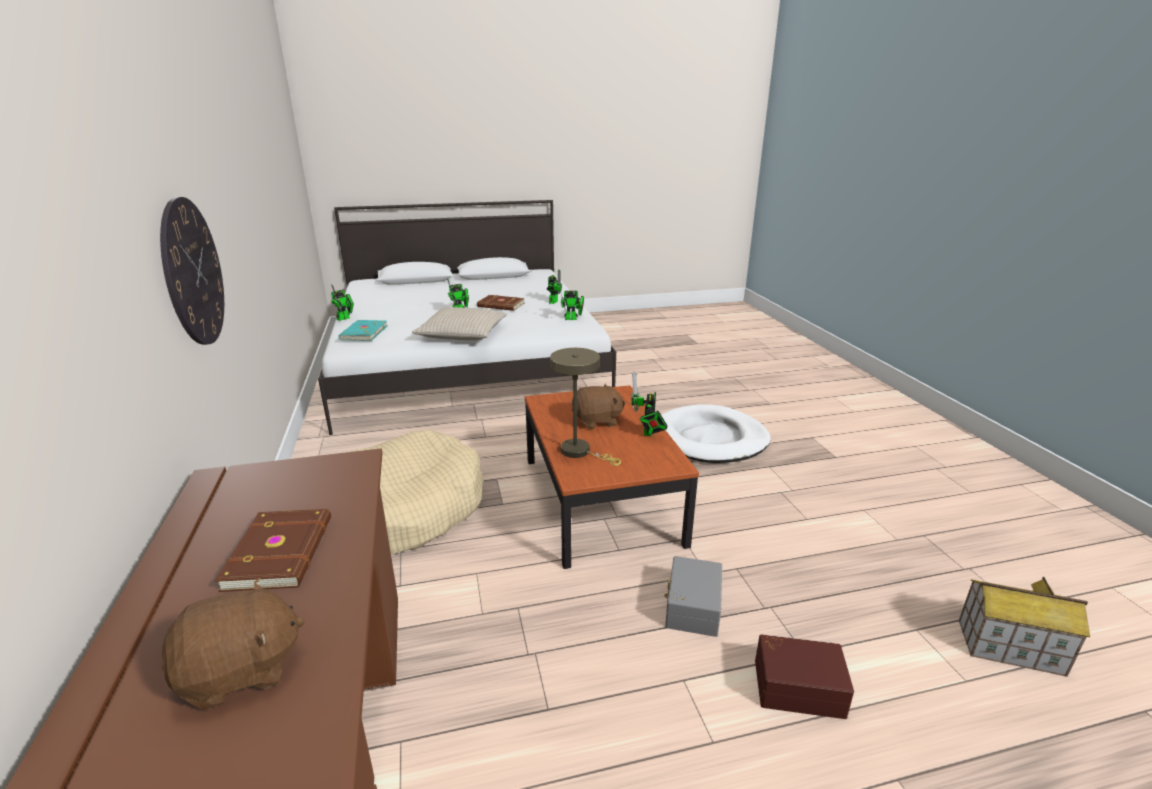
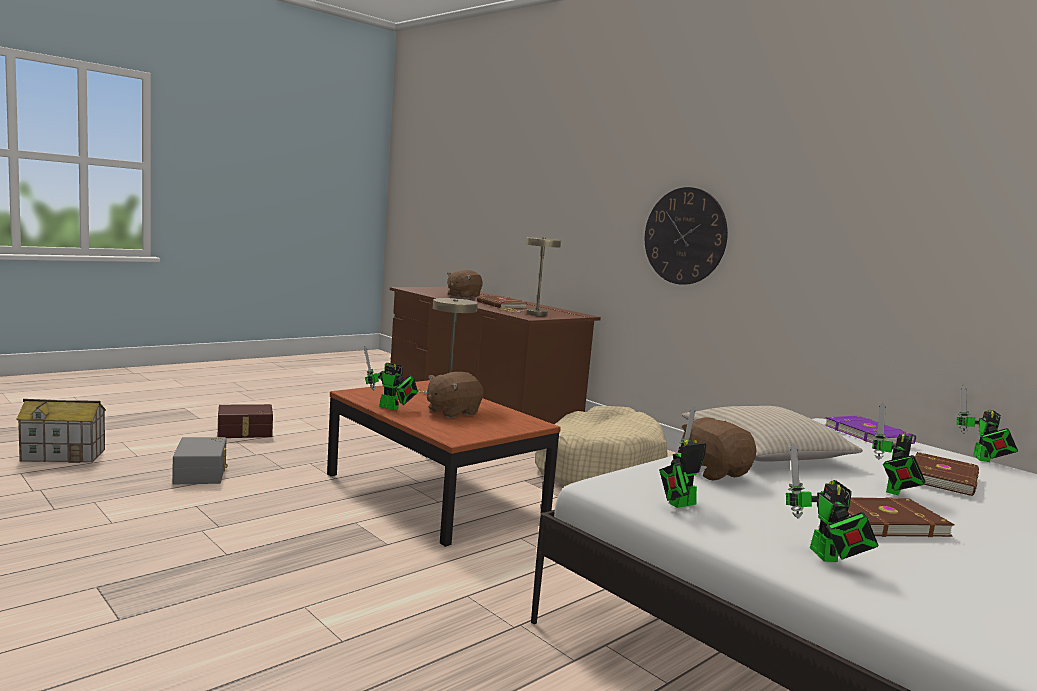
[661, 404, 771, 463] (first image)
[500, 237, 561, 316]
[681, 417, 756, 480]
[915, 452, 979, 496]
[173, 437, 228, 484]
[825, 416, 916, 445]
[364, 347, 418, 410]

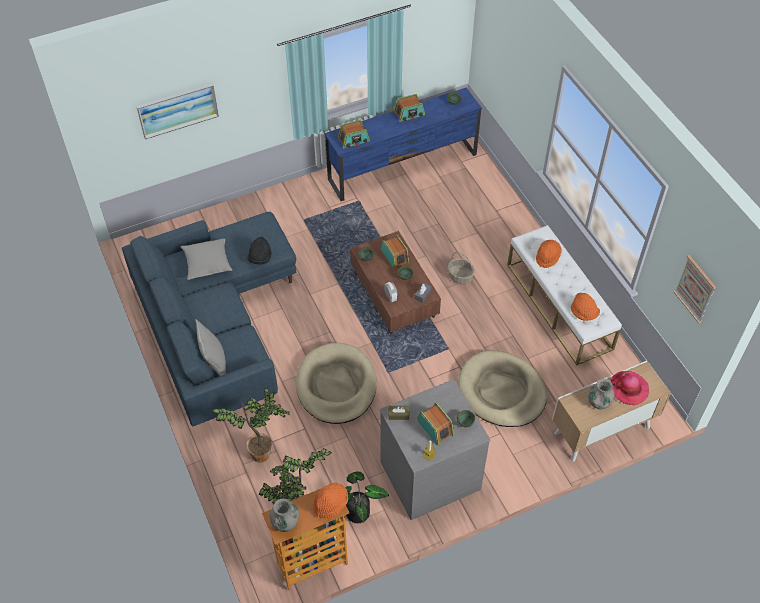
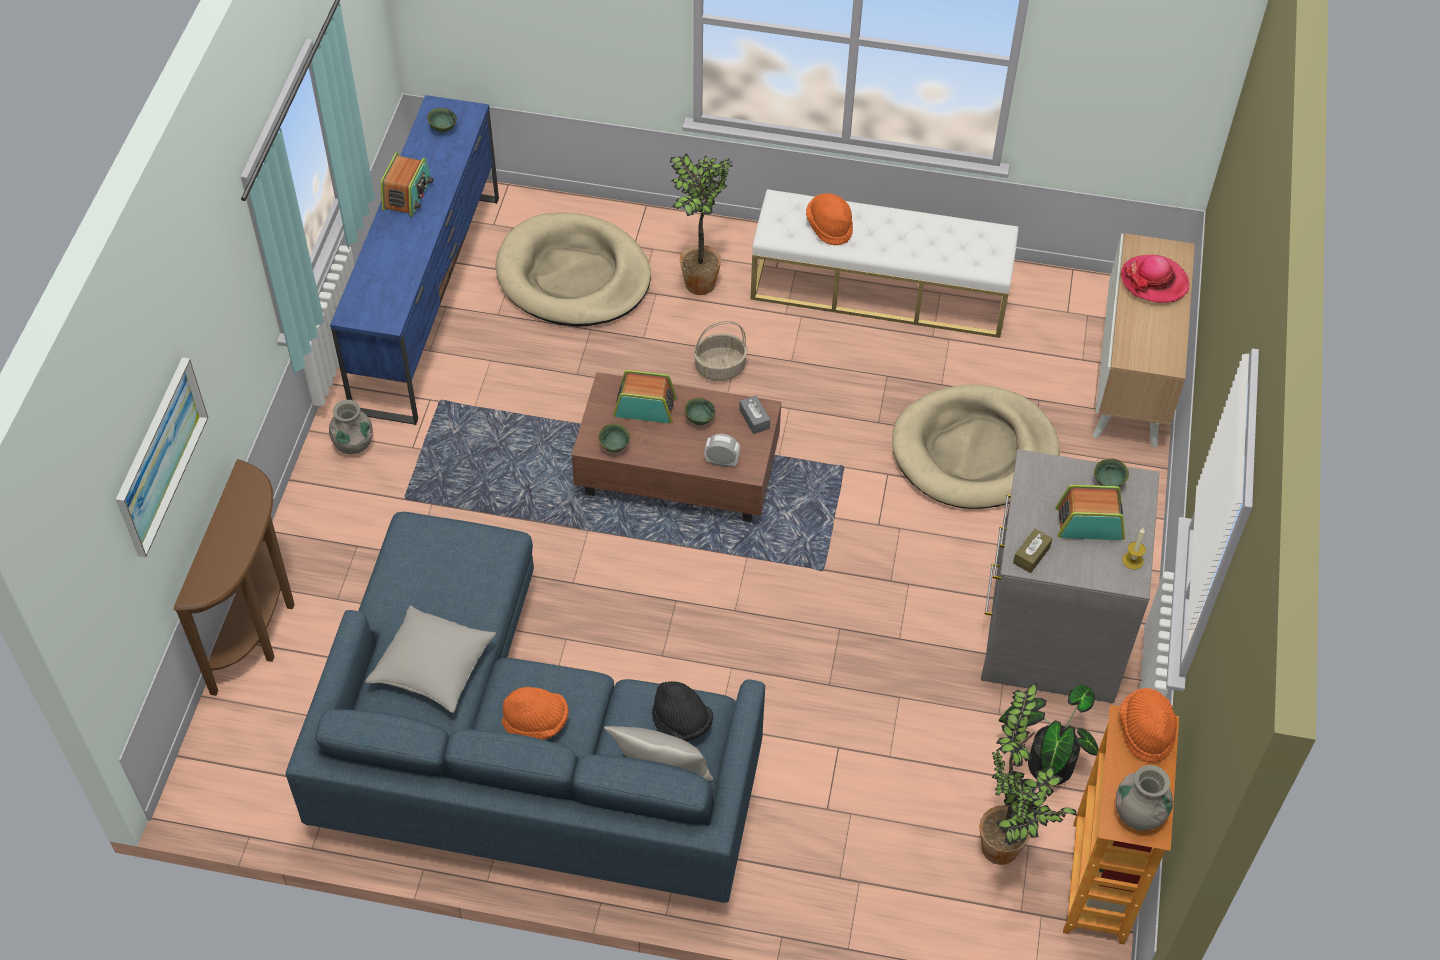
[338, 120, 370, 149] (first image)
[673, 255, 716, 323] (first image)
[174, 459, 295, 696]
[669, 153, 732, 295]
[652, 681, 713, 742]
[496, 212, 651, 327]
[502, 687, 569, 740]
[329, 400, 373, 454]

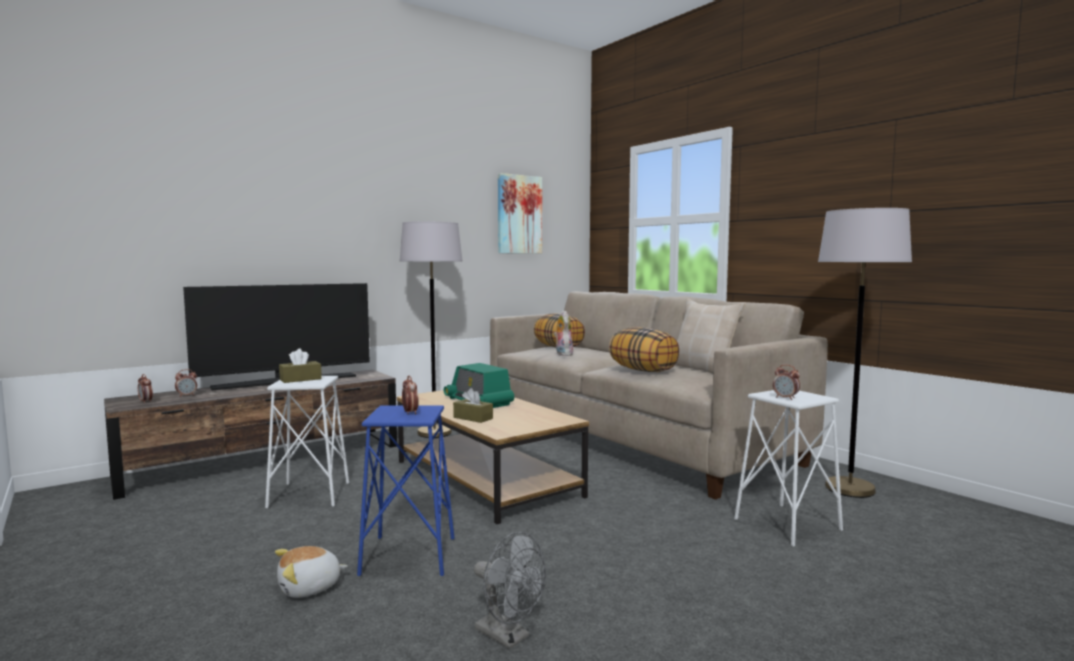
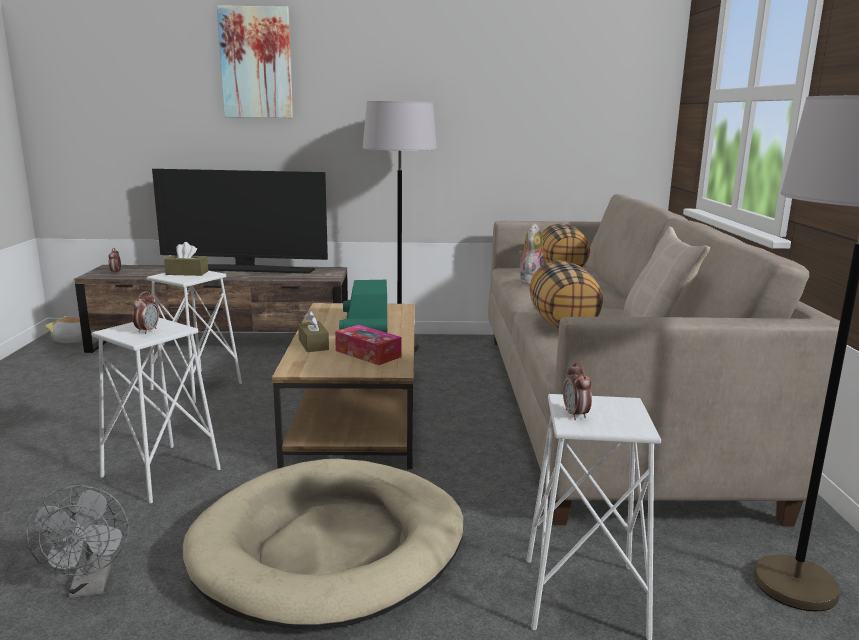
[175, 369, 197, 397] (first image)
[183, 459, 464, 629]
[335, 325, 401, 365]
[45, 316, 92, 343]
[217, 5, 293, 118]
[92, 318, 221, 504]

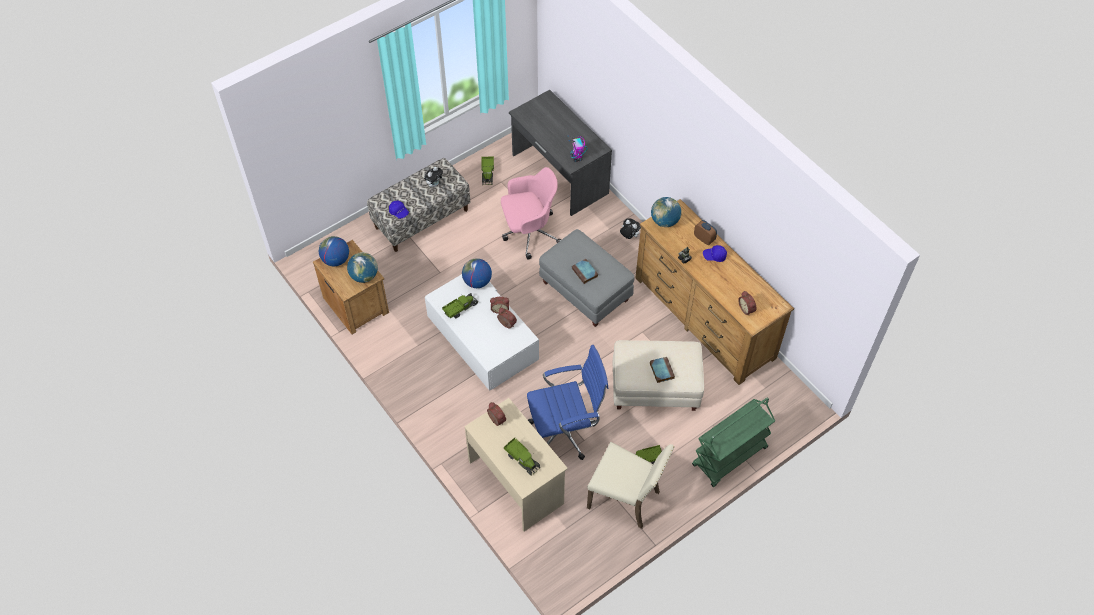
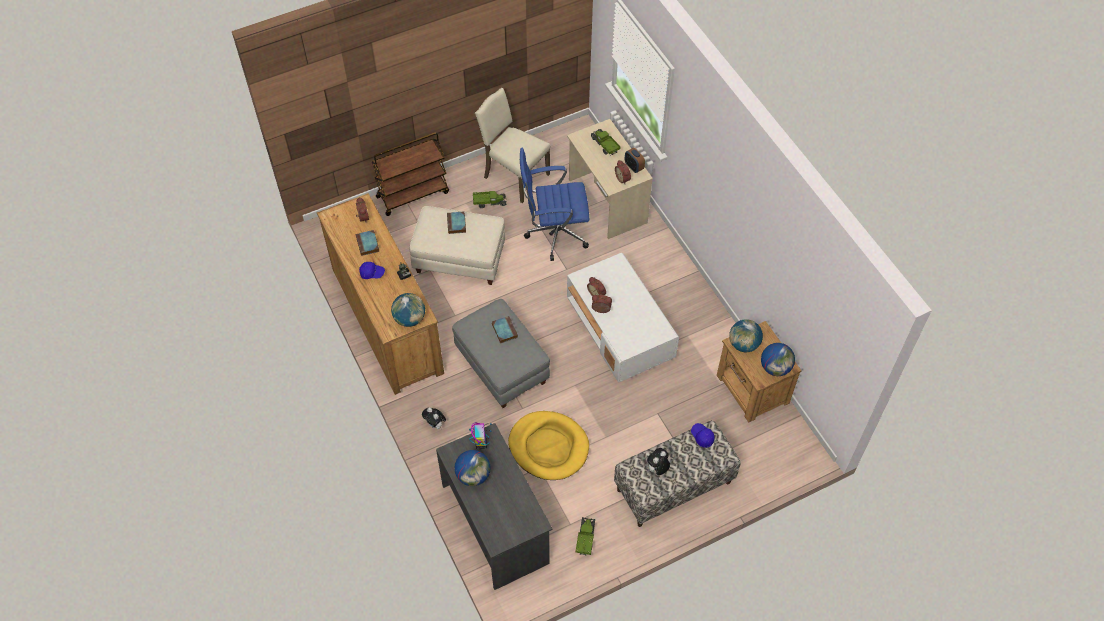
[442, 293, 478, 318] (first image)
[356, 230, 379, 256]
[454, 450, 491, 486]
[625, 148, 645, 173]
[508, 411, 589, 480]
[372, 133, 449, 216]

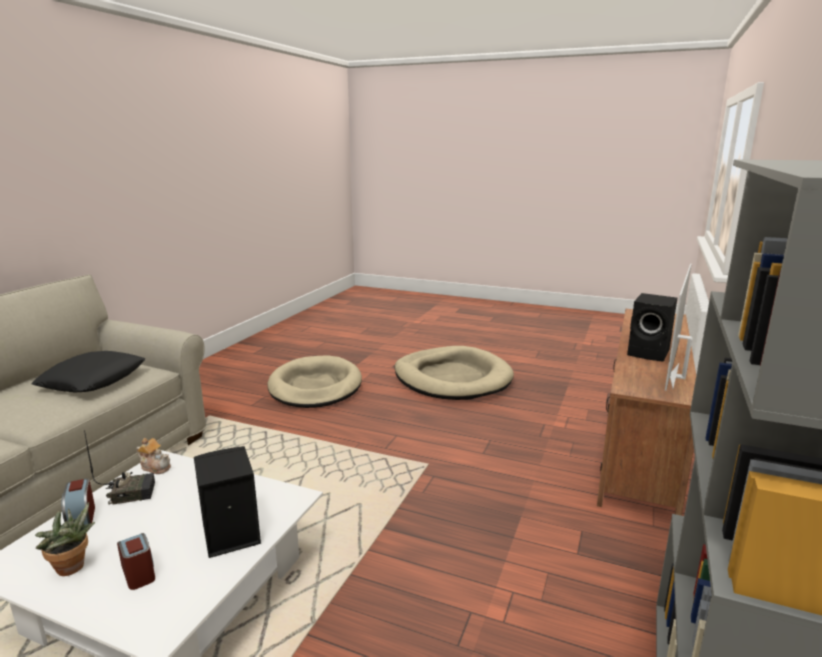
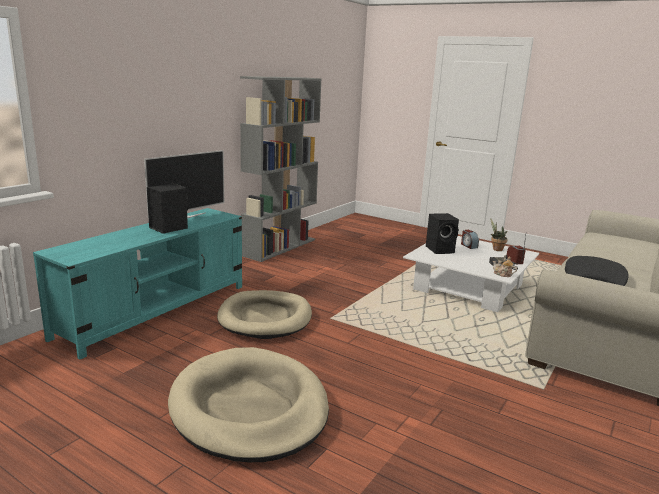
[217, 290, 312, 339]
[33, 208, 242, 360]

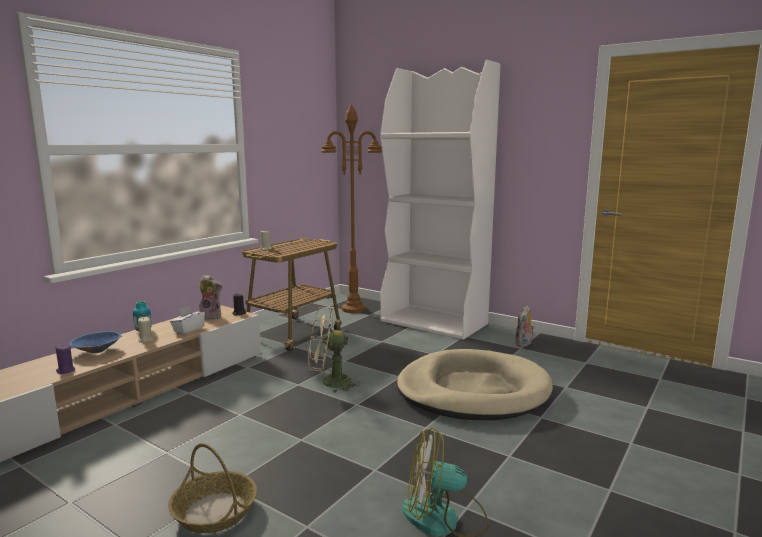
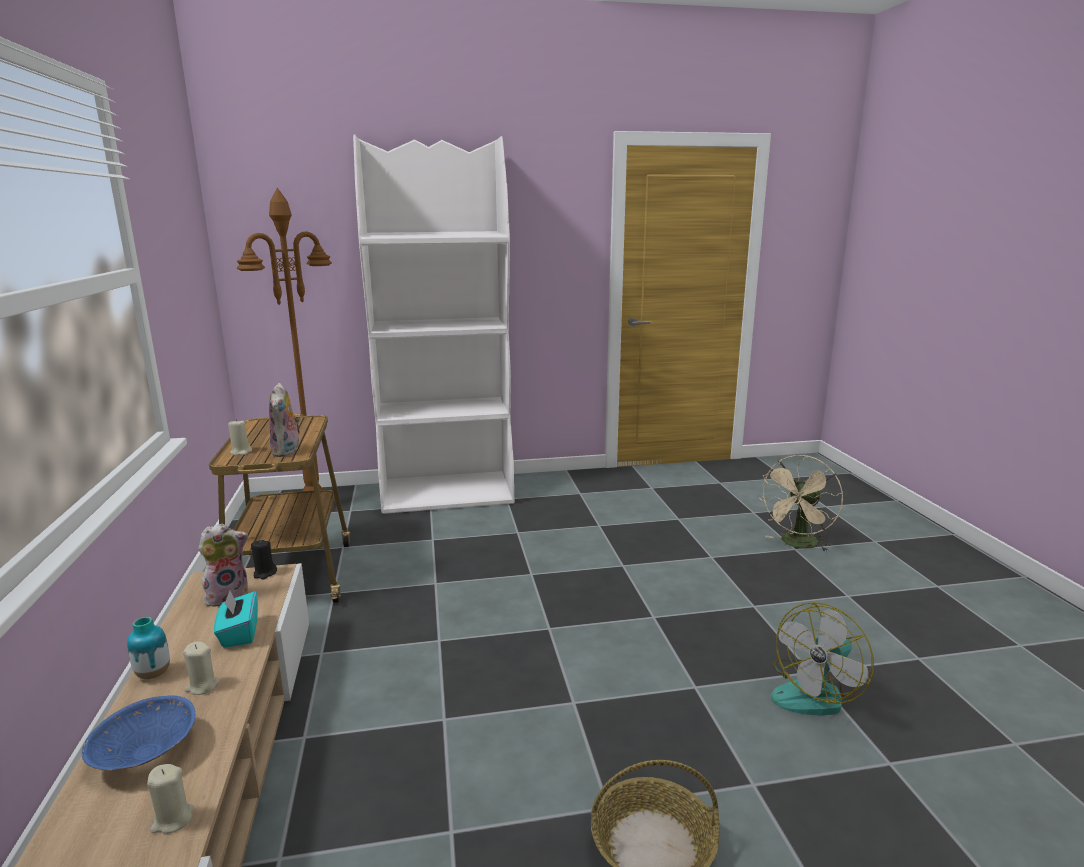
[397, 349, 553, 420] (first image)
[758, 455, 843, 552]
[269, 383, 301, 457]
[147, 764, 194, 834]
[214, 590, 258, 648]

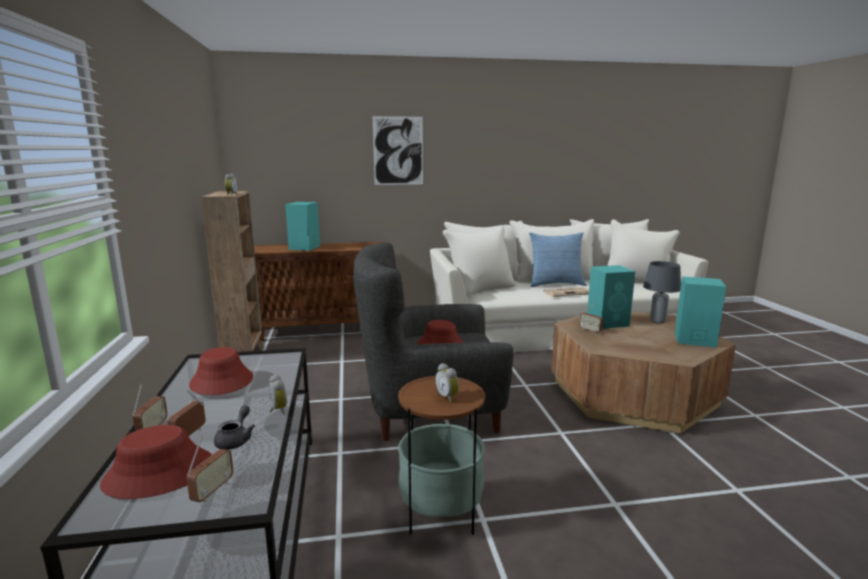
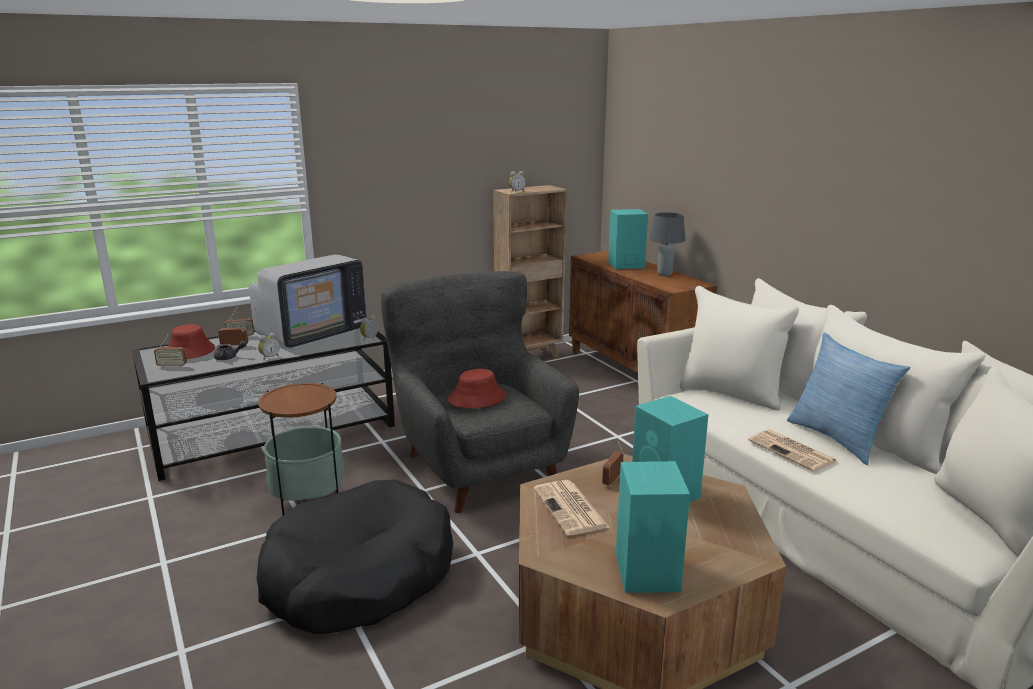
[373, 116, 423, 185] (first image)
[257, 479, 453, 634]
[533, 480, 610, 536]
[360, 315, 379, 341]
[649, 212, 686, 276]
[249, 255, 367, 349]

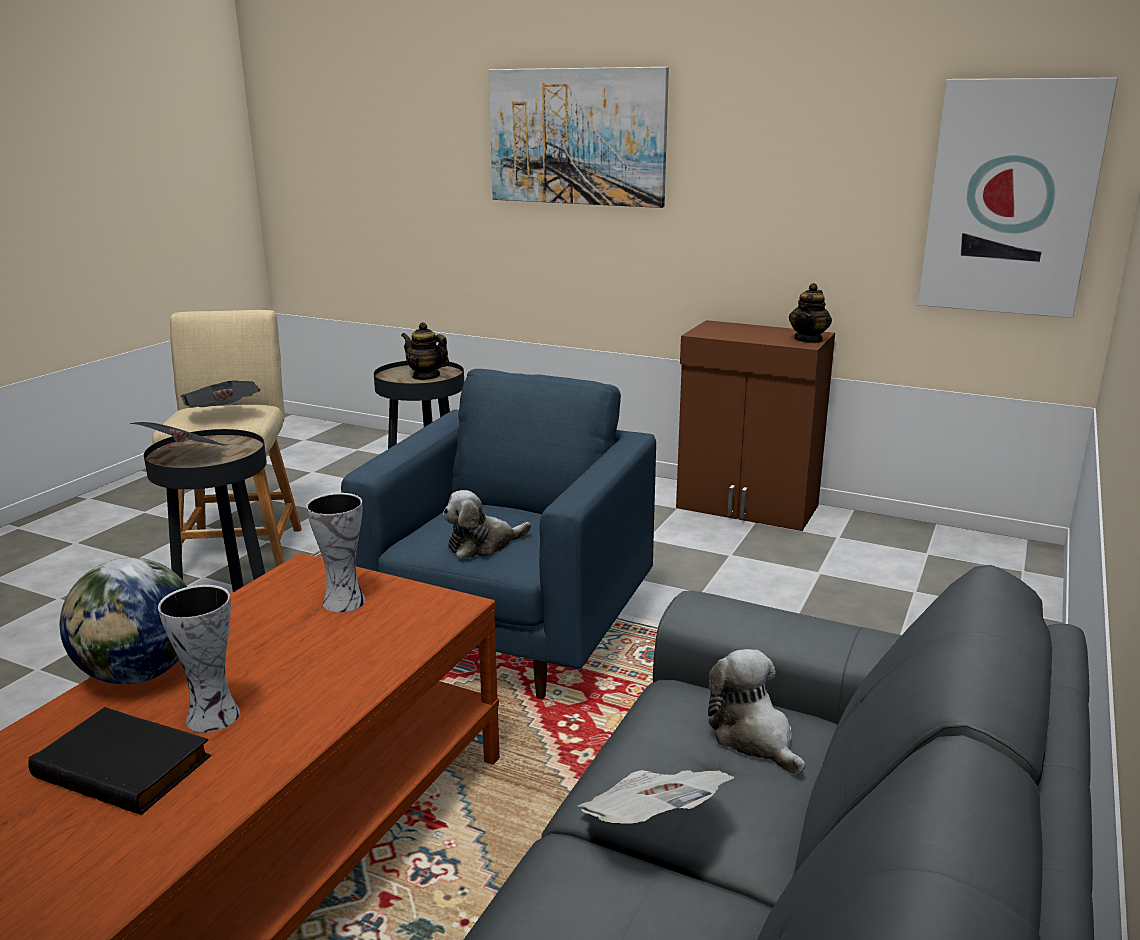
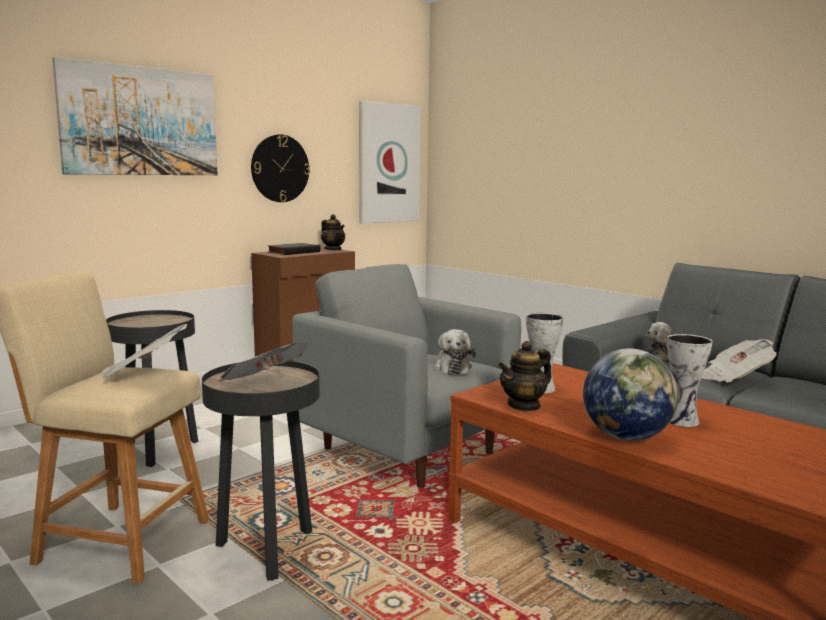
[251, 134, 310, 202]
[269, 243, 321, 255]
[498, 341, 551, 411]
[292, 264, 521, 488]

